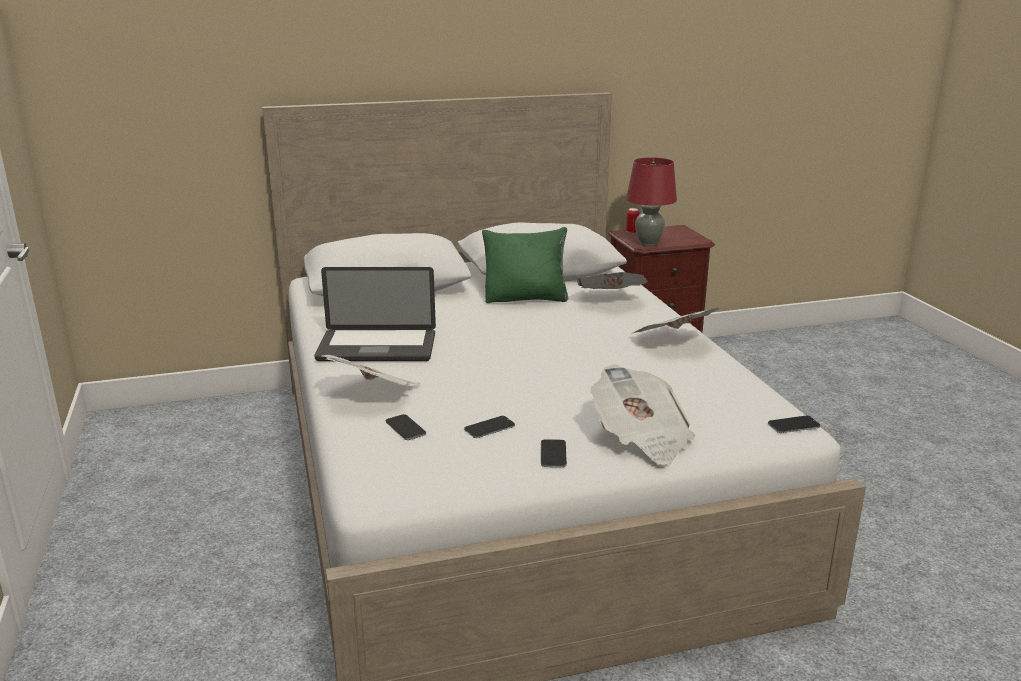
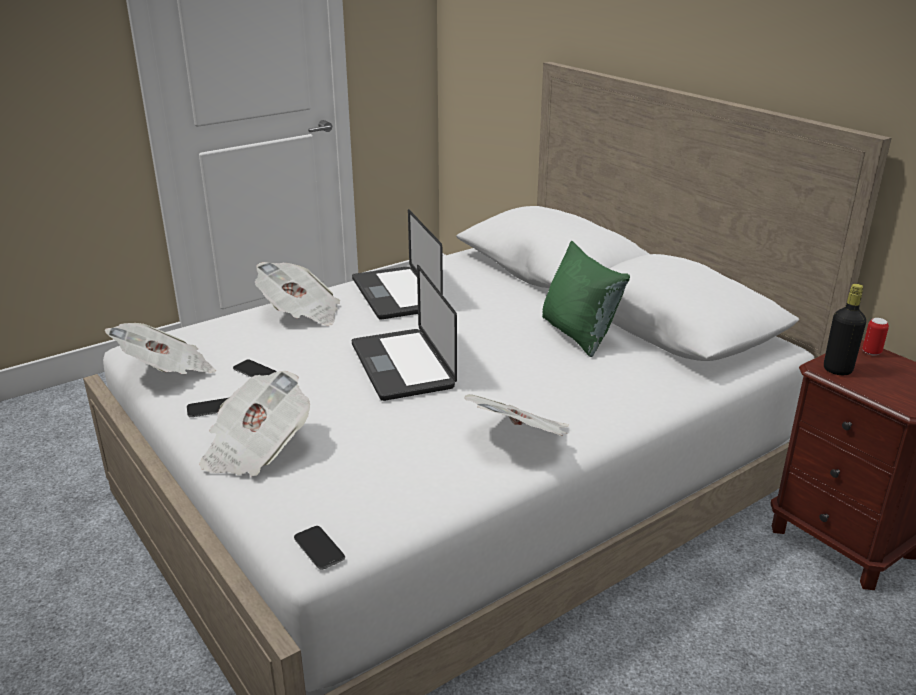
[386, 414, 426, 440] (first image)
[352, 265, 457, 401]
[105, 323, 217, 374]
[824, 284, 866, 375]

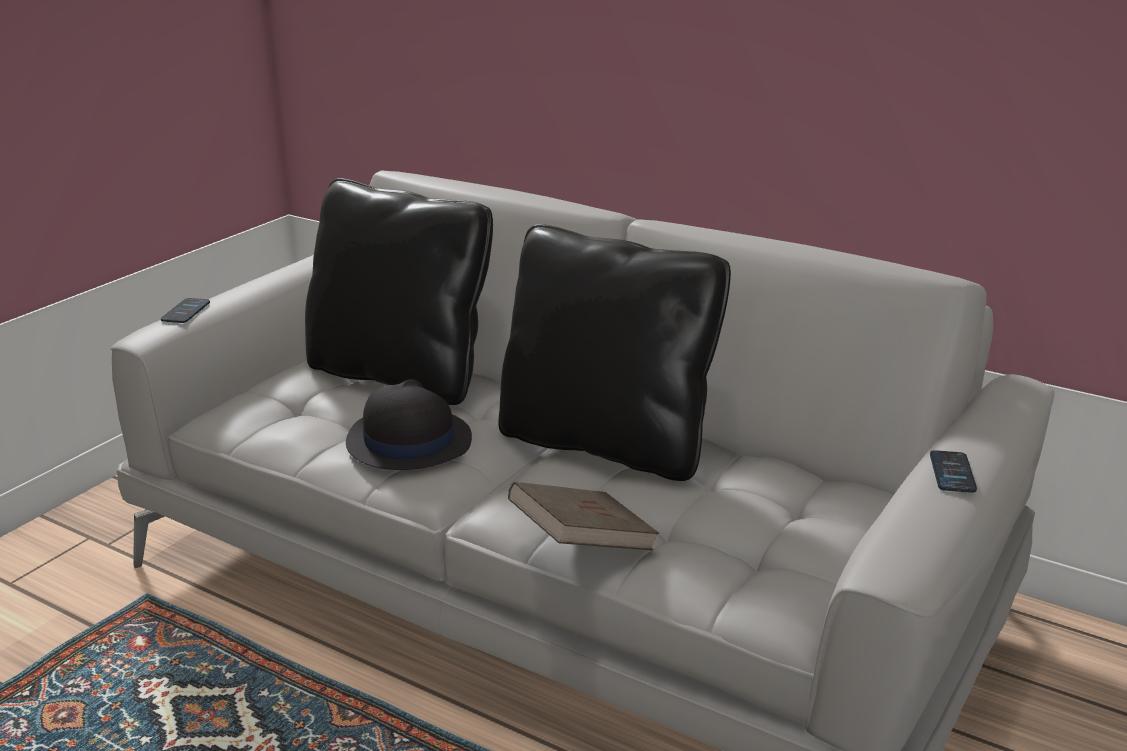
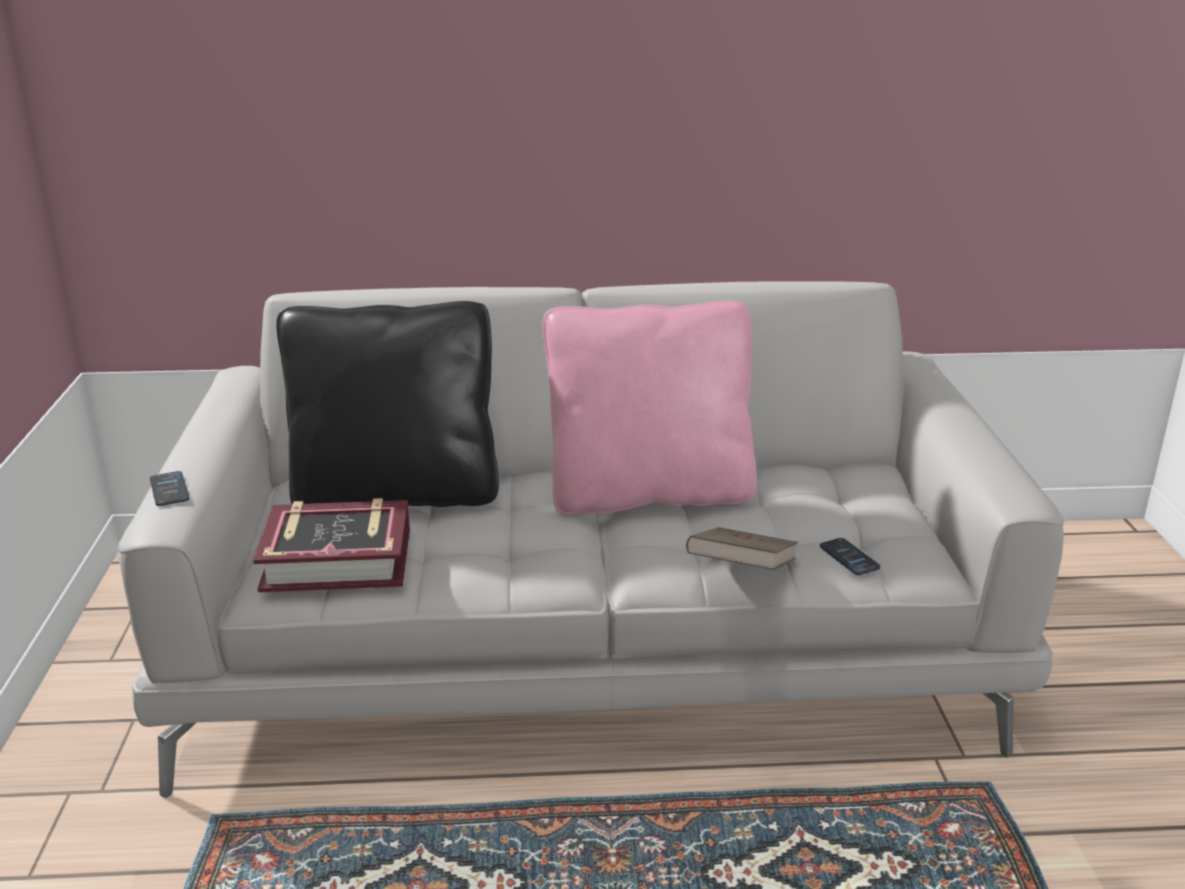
[346, 379, 472, 470] (first image)
[253, 498, 410, 592]
[820, 538, 880, 575]
[542, 300, 757, 515]

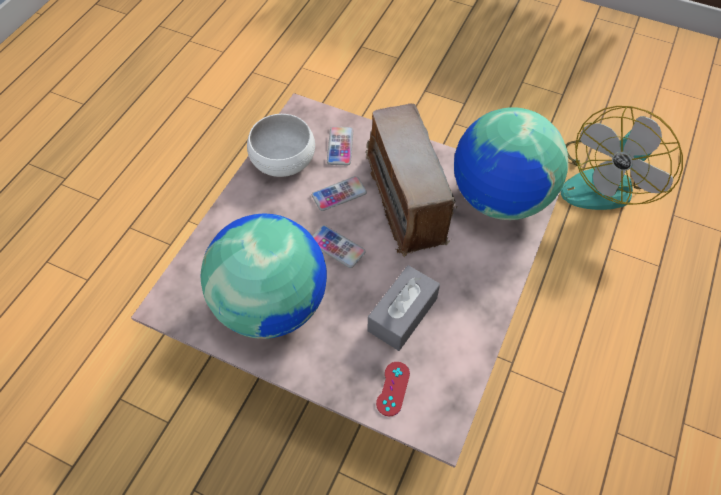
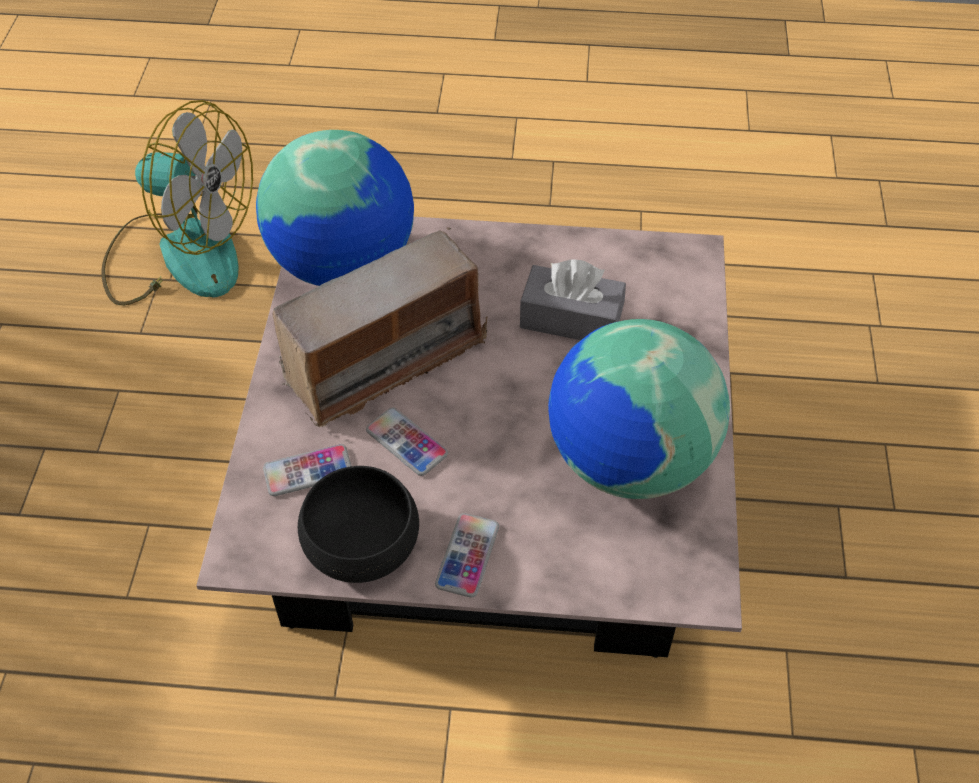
[376, 362, 410, 416] (first image)
[435, 513, 499, 598]
[298, 466, 419, 583]

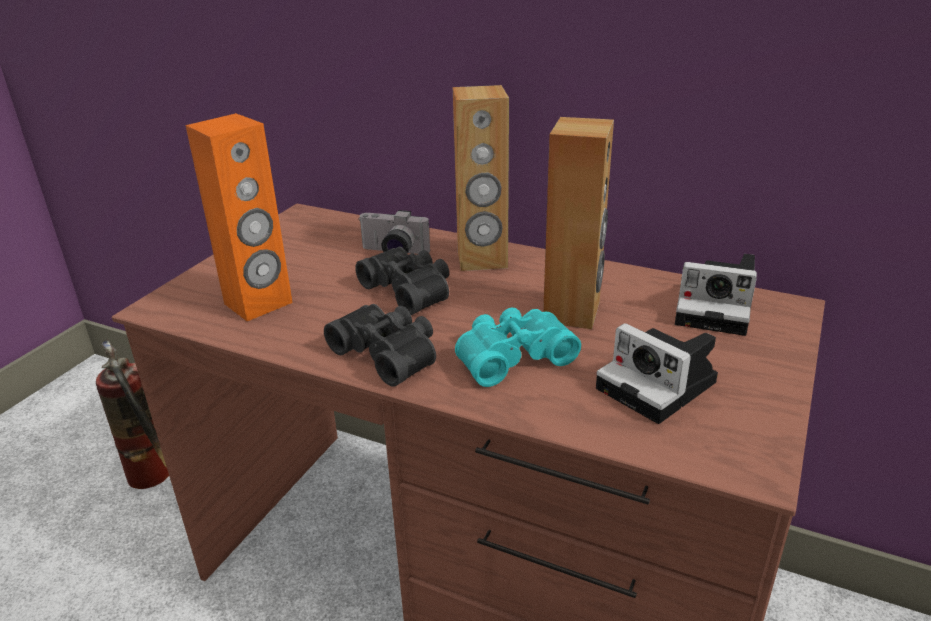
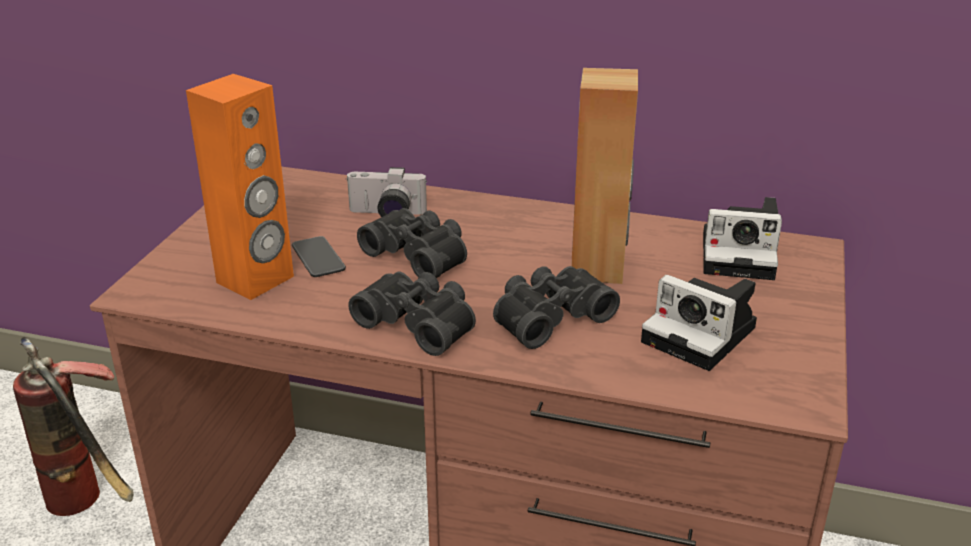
[453, 85, 509, 271] (first image)
[292, 236, 346, 277]
[493, 266, 620, 349]

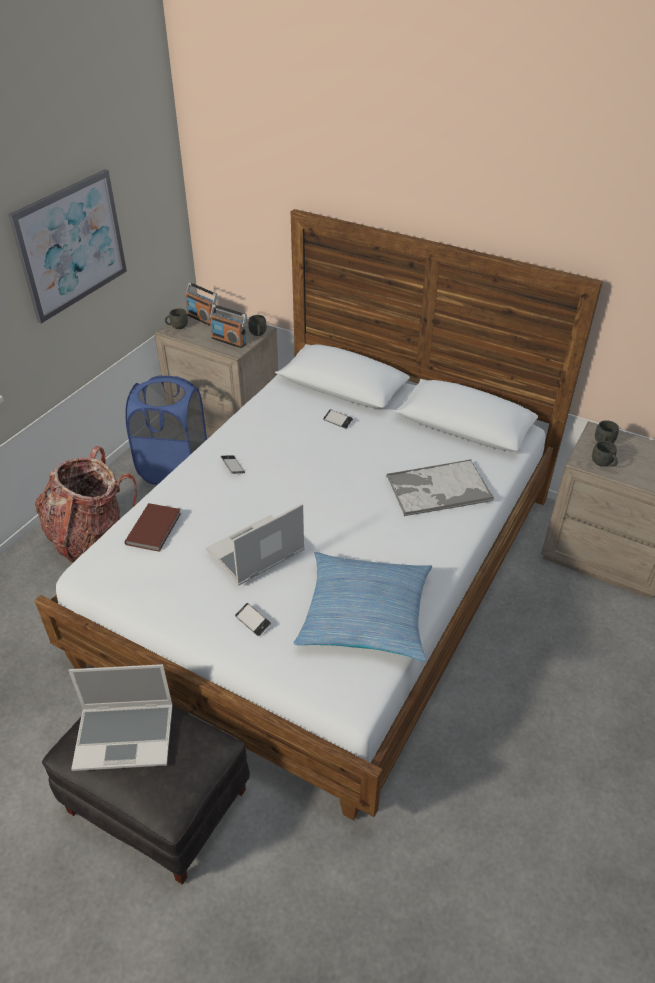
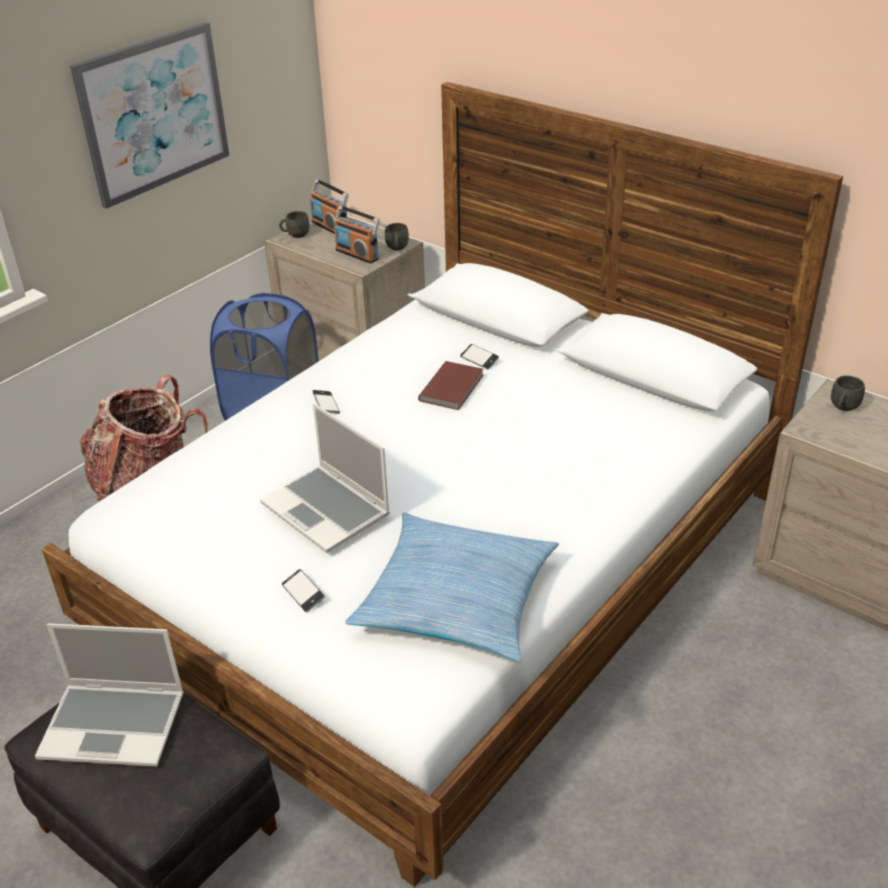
[386, 459, 494, 516] (first image)
[592, 441, 618, 467] (first image)
[418, 361, 484, 410]
[260, 403, 390, 553]

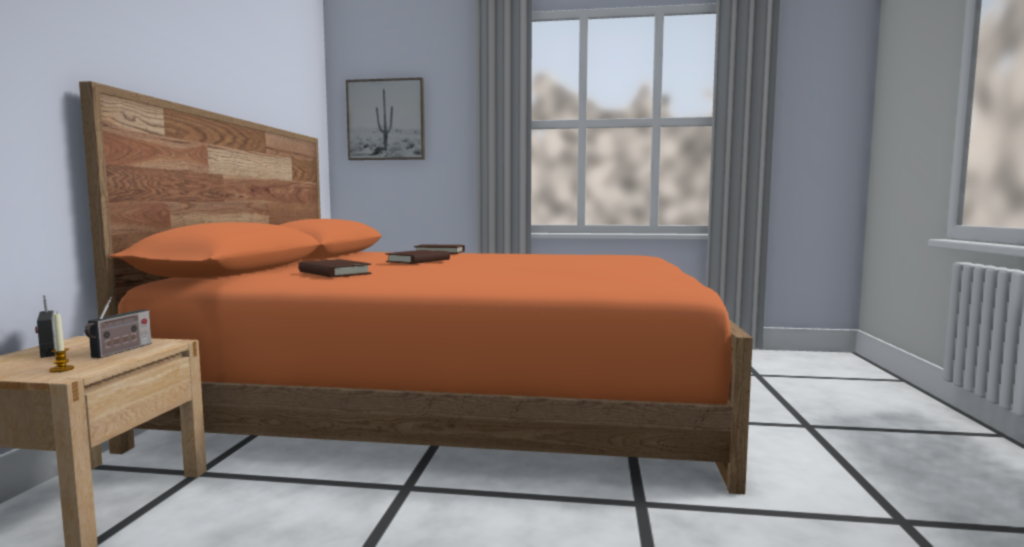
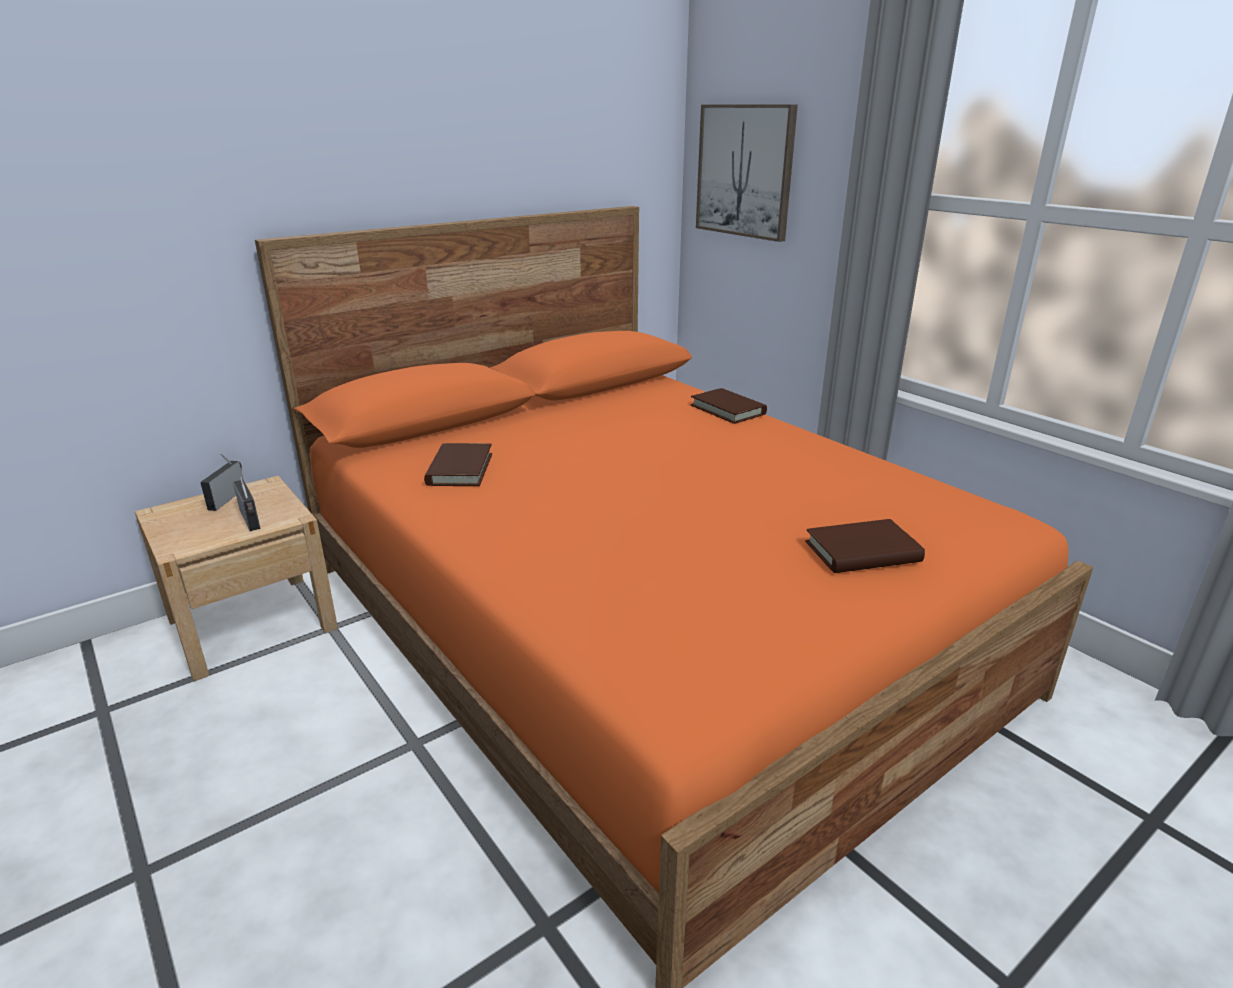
[49, 313, 74, 372] (first image)
[805, 519, 925, 573]
[233, 477, 260, 531]

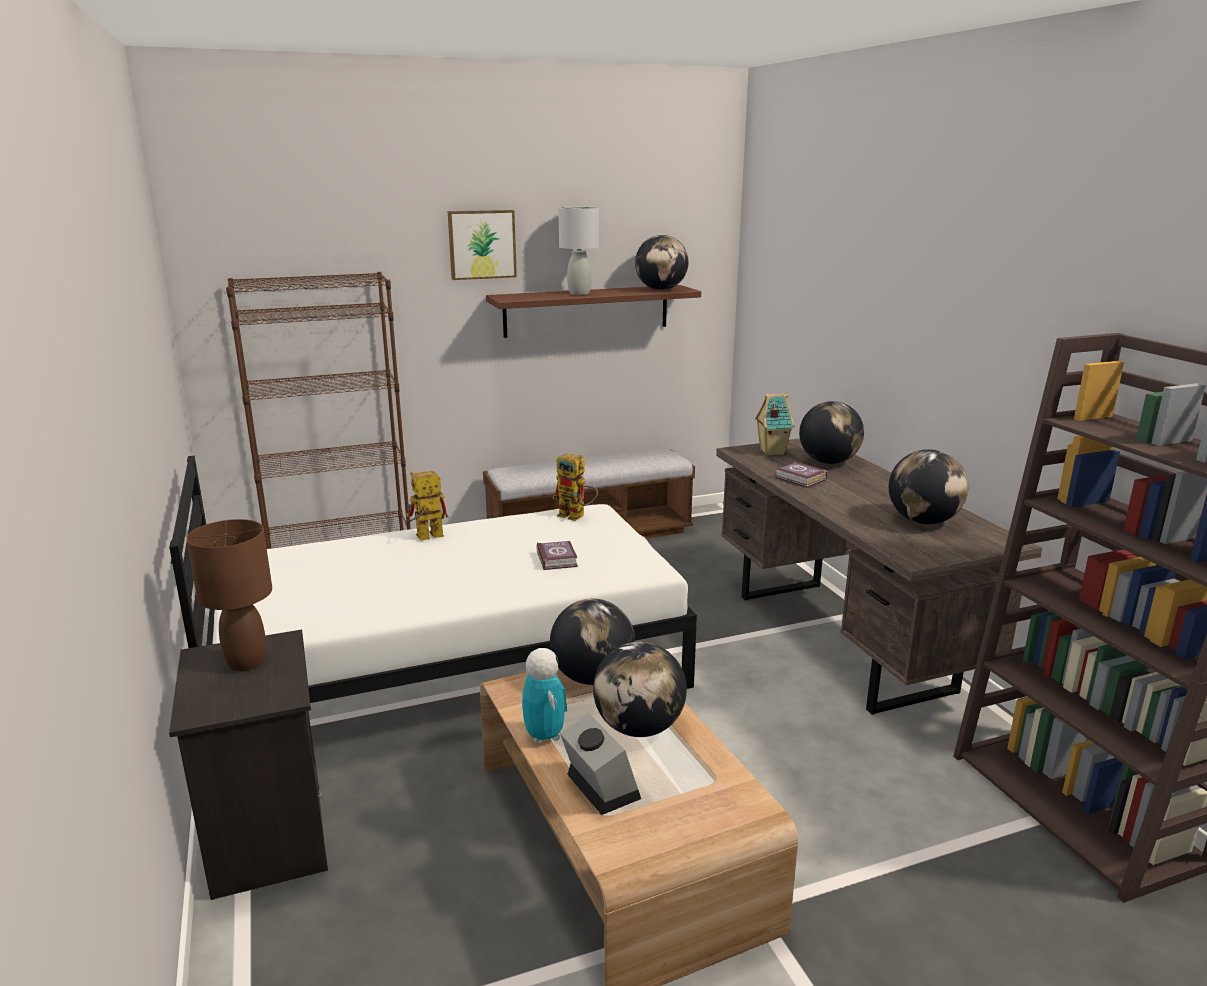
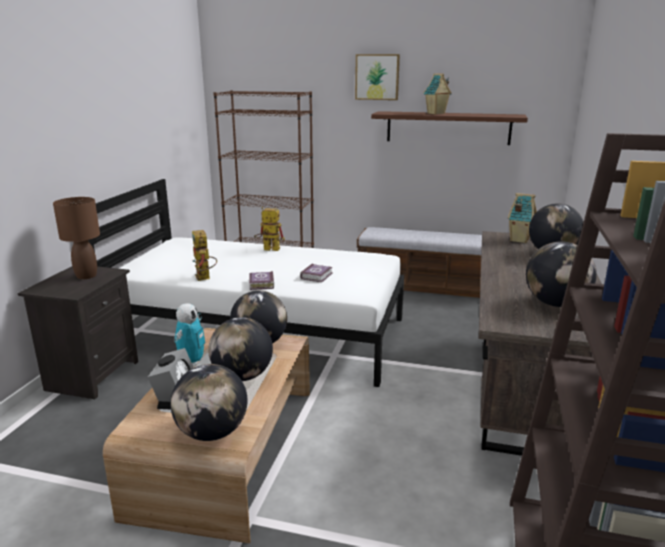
[192, 230, 217, 281]
[171, 364, 248, 441]
[249, 271, 274, 290]
[424, 73, 452, 115]

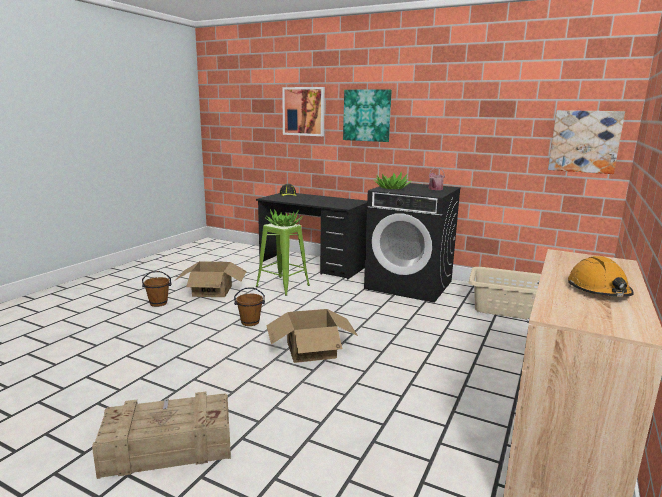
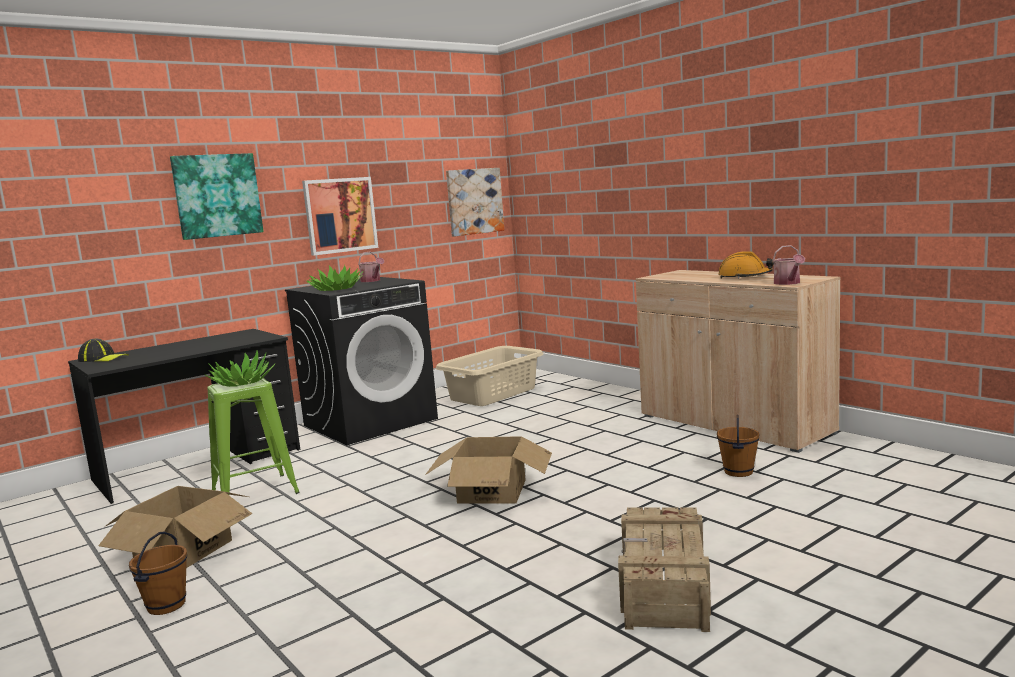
[772, 245, 805, 285]
[717, 414, 760, 477]
[302, 177, 378, 256]

